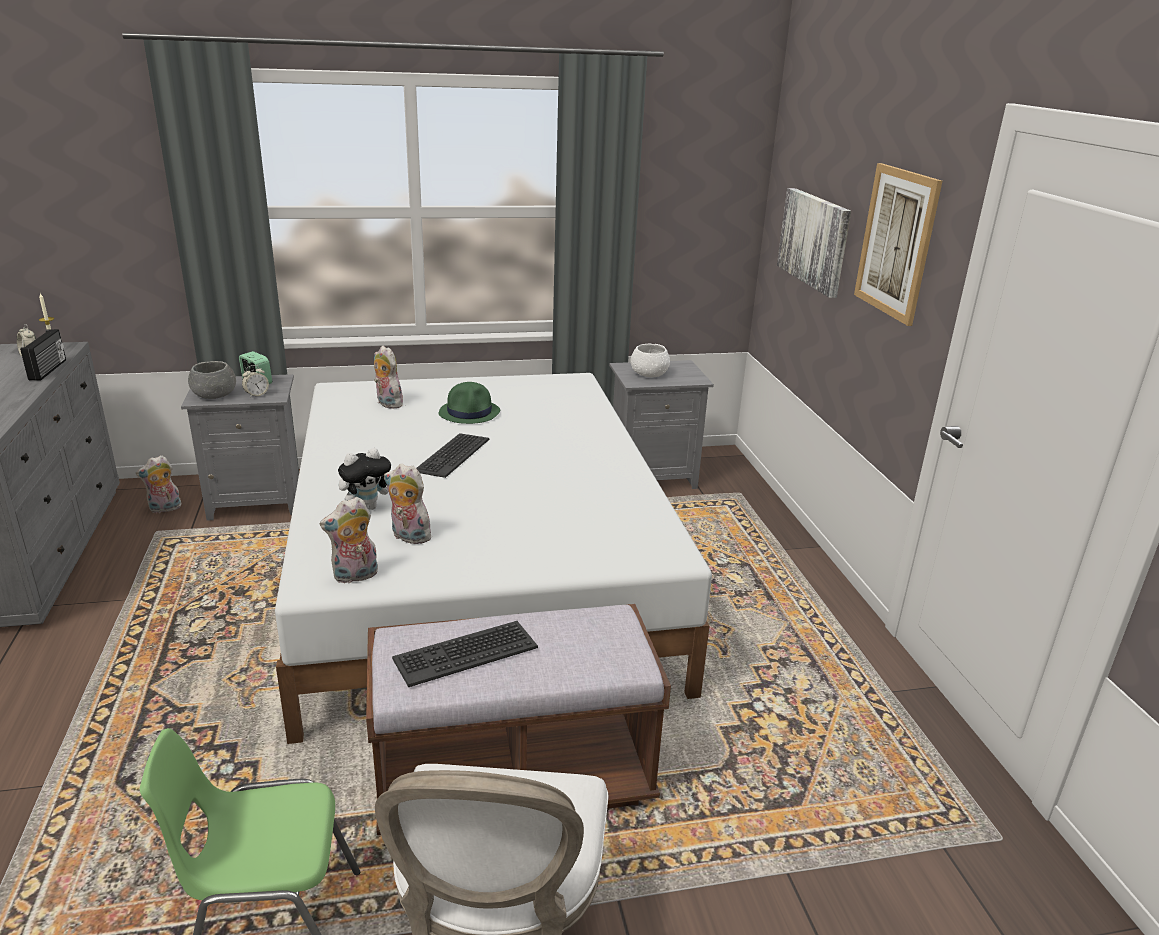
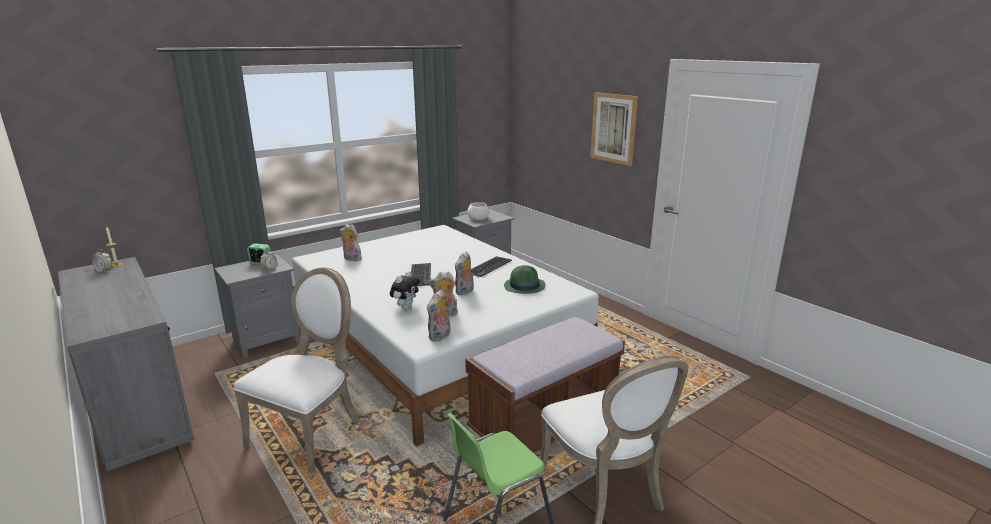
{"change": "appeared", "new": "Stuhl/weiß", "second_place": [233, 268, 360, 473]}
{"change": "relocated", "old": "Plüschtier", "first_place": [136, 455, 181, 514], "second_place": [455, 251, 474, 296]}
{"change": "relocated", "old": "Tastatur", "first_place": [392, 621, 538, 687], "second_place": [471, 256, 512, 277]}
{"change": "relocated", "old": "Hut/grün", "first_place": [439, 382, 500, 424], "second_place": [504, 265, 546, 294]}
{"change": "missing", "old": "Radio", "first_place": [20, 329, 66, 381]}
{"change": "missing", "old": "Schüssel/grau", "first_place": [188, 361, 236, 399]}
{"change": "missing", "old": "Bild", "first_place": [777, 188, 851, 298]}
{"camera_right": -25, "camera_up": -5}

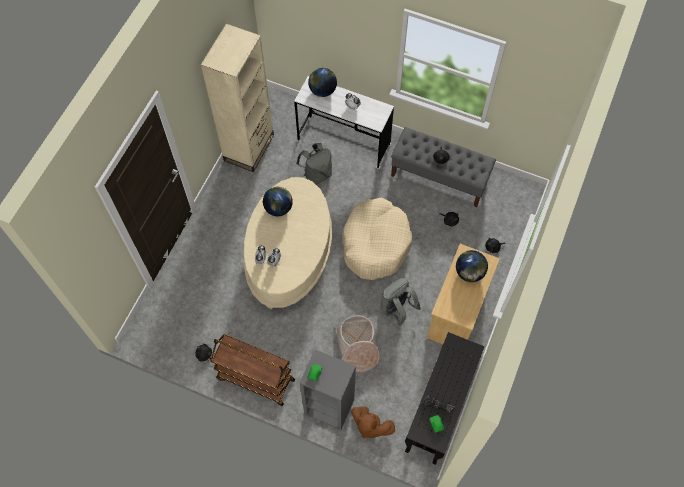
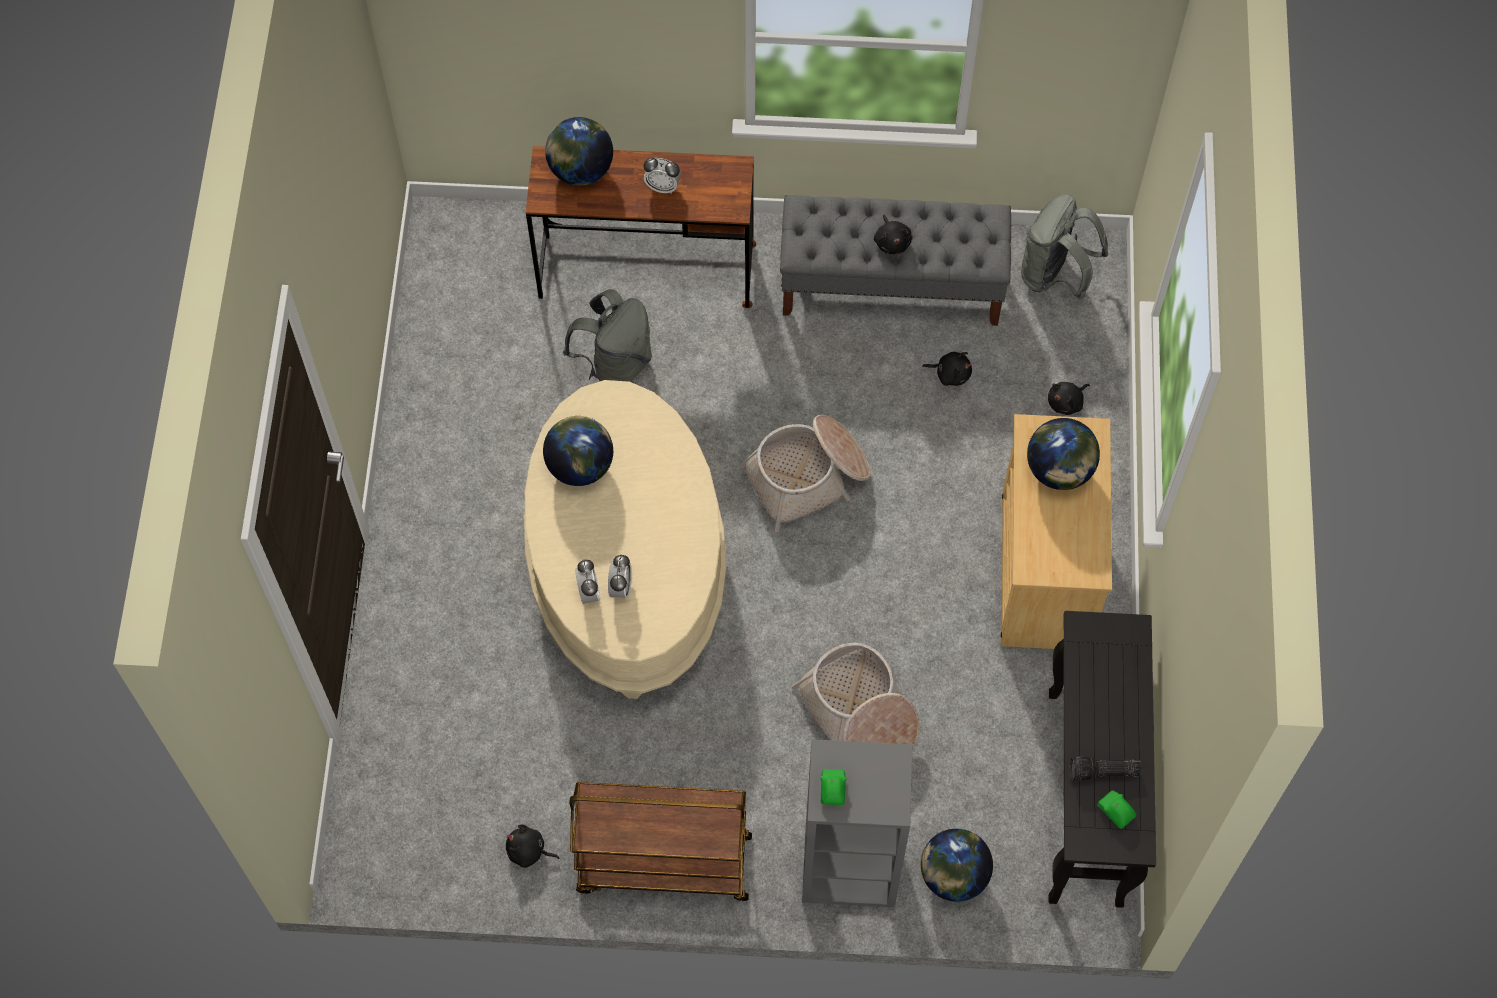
{"change": "colour", "old": "Schreibtisch/weiß", "new": "Schreibtisch/braun", "first_place": [294, 76, 394, 169], "second_place": [525, 146, 756, 308]}
{"change": "exchanged", "old": "Hundebett/beige", "new": "Korb", "first_place": [342, 198, 413, 280], "second_place": [739, 415, 871, 532]}
{"change": "exchanged", "old": "Plüschtier/braun", "new": "Globus", "first_place": [351, 406, 395, 438], "second_place": [921, 829, 993, 902]}
{"change": "relocated", "old": "Rucksack/grau", "first_place": [380, 278, 421, 326], "second_place": [1021, 194, 1108, 299]}
{"change": "missing", "old": "Bücherregal/beige", "first_place": [201, 24, 274, 172]}
{"camera_right": -20, "camera_up": 0}

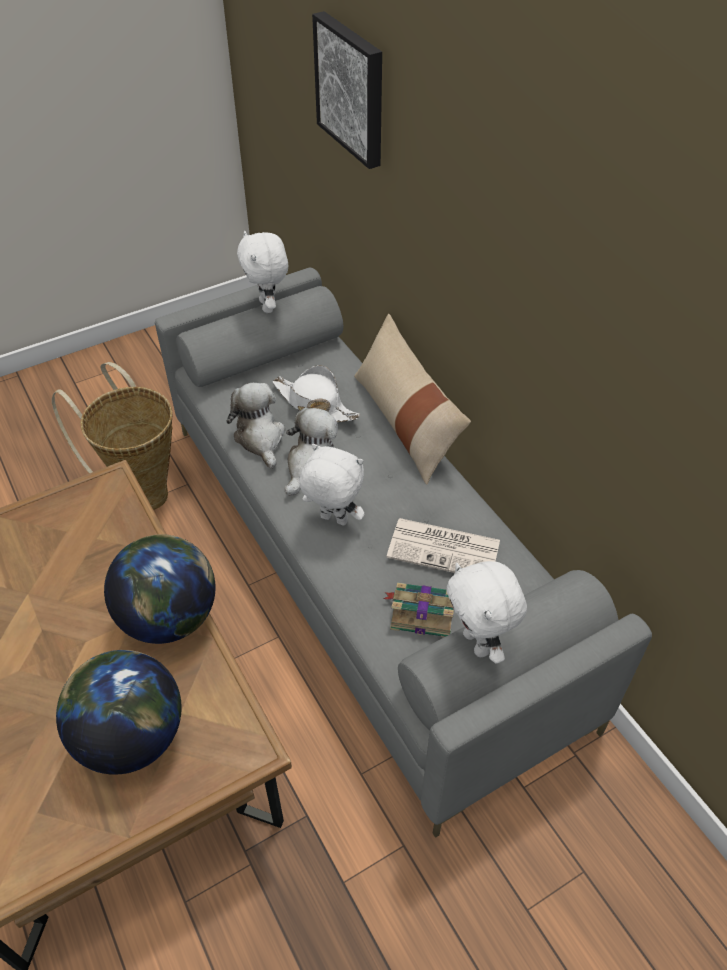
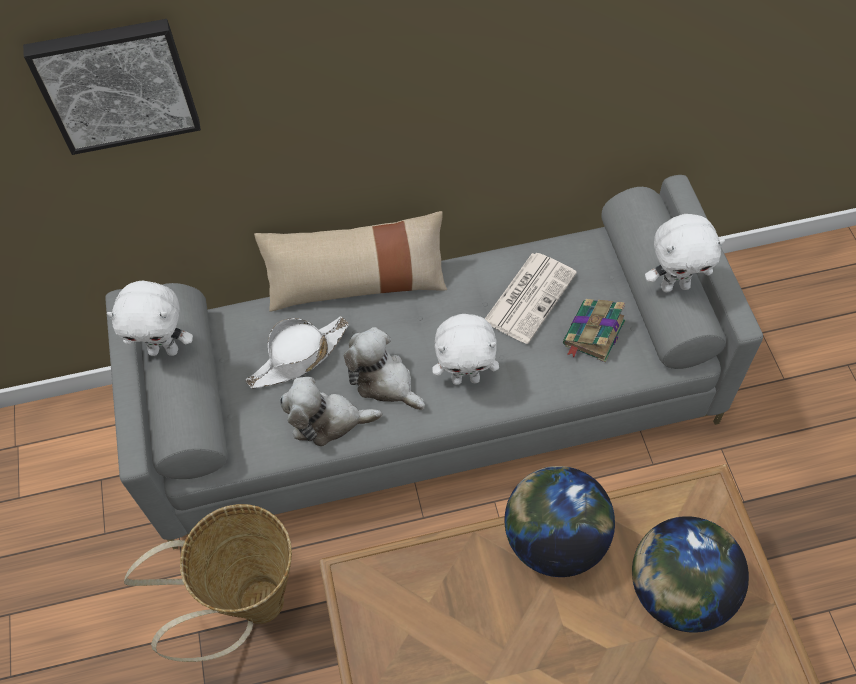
{"change": "spun", "old": "Plüschtier/weiß", "first_place": [299, 444, 364, 526], "second_place": [432, 314, 499, 385], "degrees": -135}
{"camera_right": -70, "camera_up": 10}

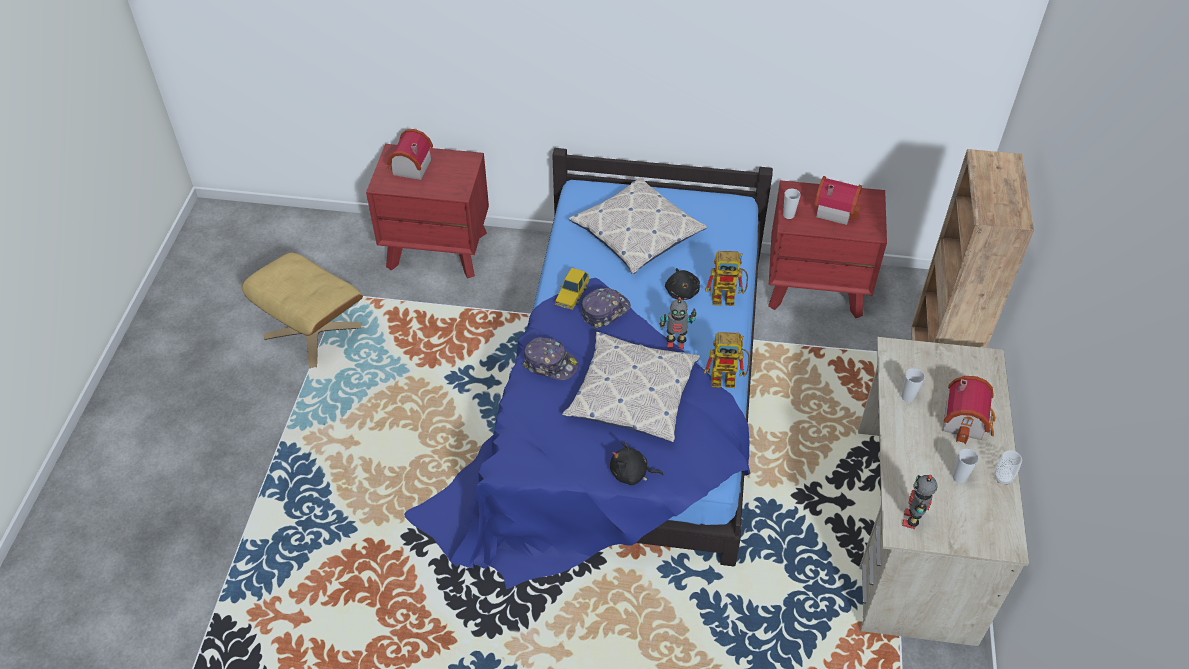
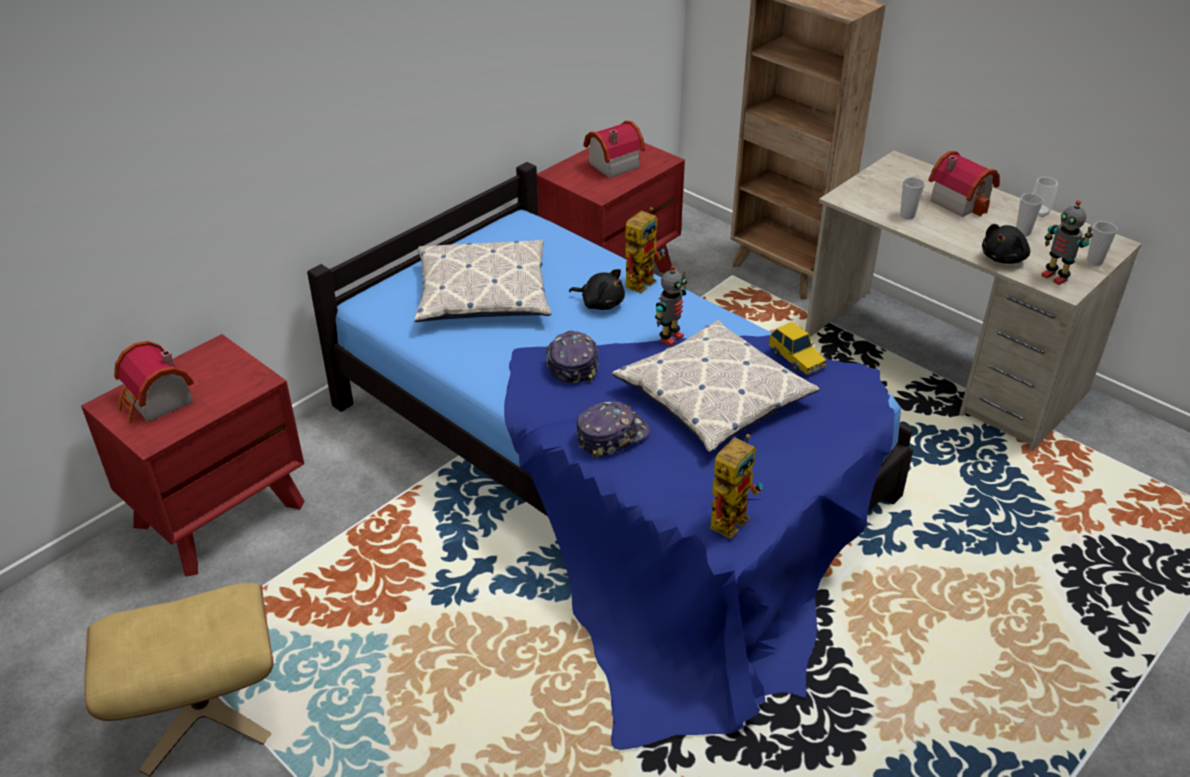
{"change": "relocated", "old": "Spielzeugroboter", "first_place": [704, 332, 750, 388], "second_place": [710, 434, 763, 539]}
{"change": "relocated", "old": "Spielzeugauto", "first_place": [555, 268, 589, 310], "second_place": [768, 322, 827, 375]}
{"change": "relocated", "old": "Plüschtier/schwarz", "first_place": [610, 442, 664, 485], "second_place": [982, 224, 1030, 264]}
{"change": "relocated", "old": "Tasse", "first_place": [783, 189, 801, 219], "second_place": [1087, 221, 1117, 266]}
{"camera_right": -55, "camera_up": -10}

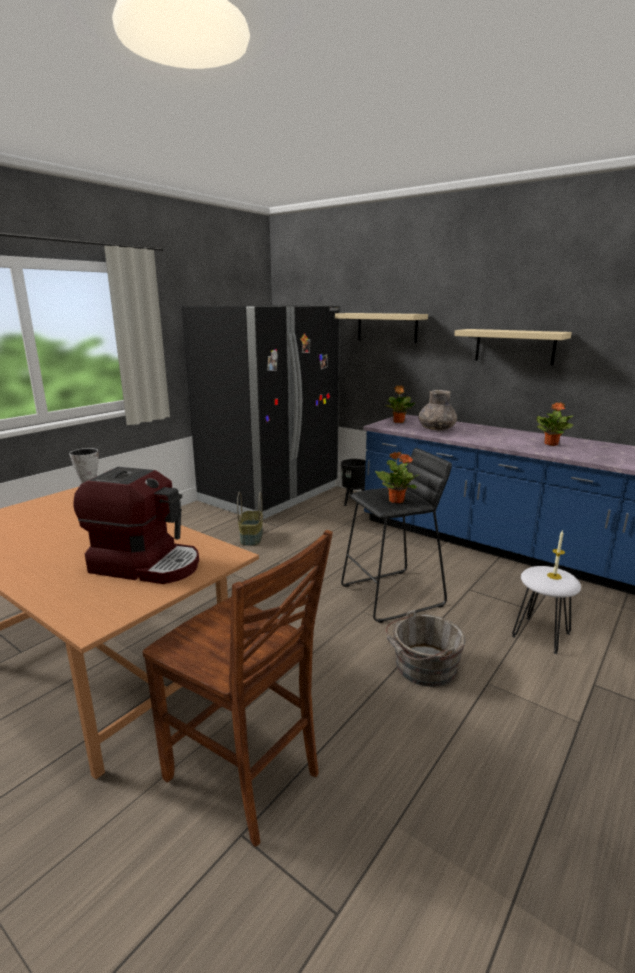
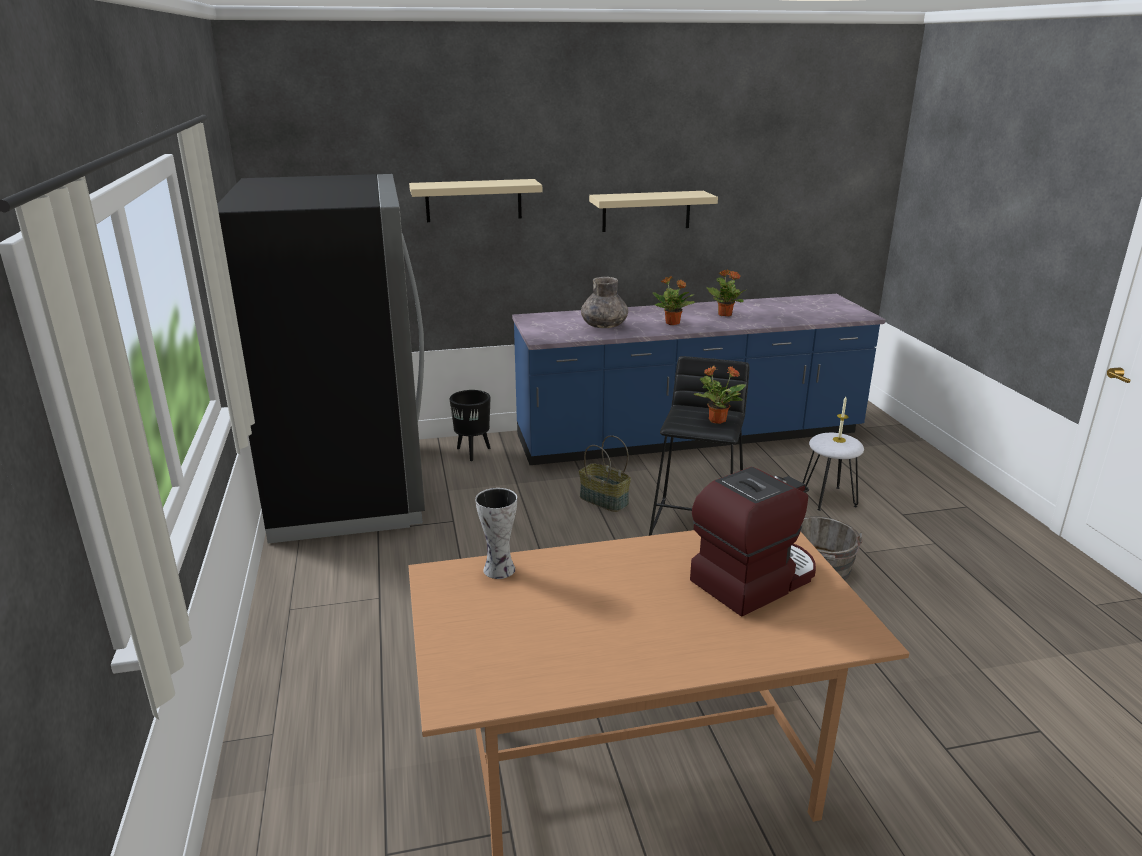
{"change": "relocated", "old": "Korb", "first_place": [237, 492, 263, 546], "second_place": [579, 435, 631, 512]}
{"change": "relocated", "old": "Topfpflanze", "first_place": [385, 385, 415, 423], "second_place": [653, 276, 695, 325]}
{"change": "missing", "old": "Stuhl/braun", "first_place": [143, 530, 333, 847]}
{"camera_right": -50, "camera_up": 5}

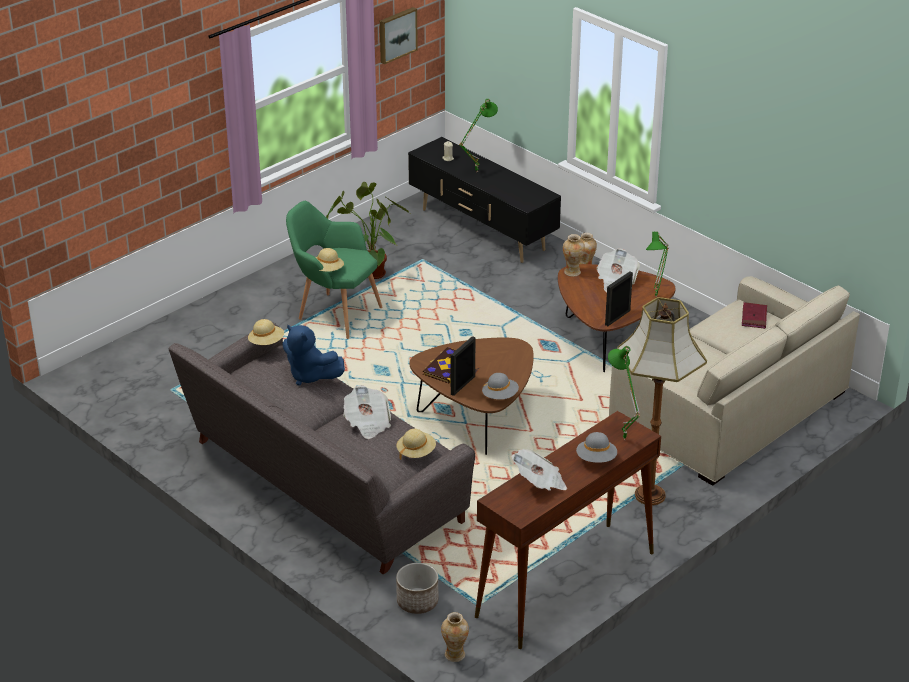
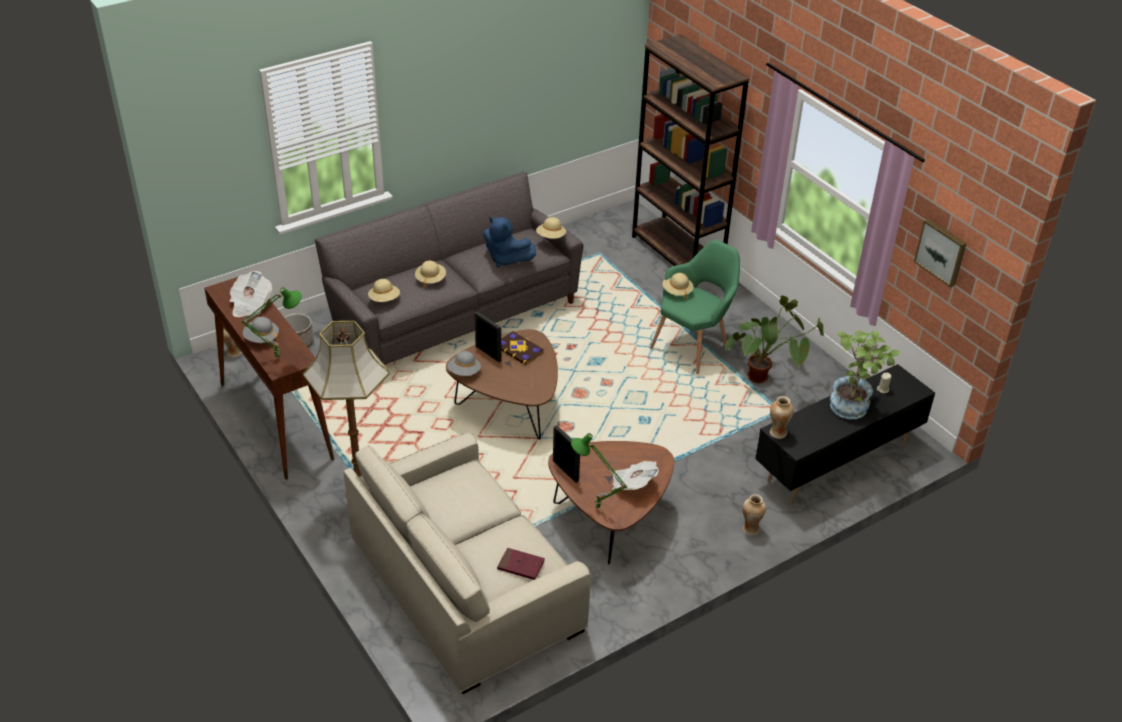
{"change": "exchanged", "old": "Zeitung", "new": "Hut/beige", "first_place": [344, 385, 391, 439], "second_place": [415, 261, 446, 288]}
{"change": "spun", "old": "Plüschtier/blau", "first_place": [283, 325, 345, 386], "second_place": [483, 217, 536, 267], "degrees": -105}
{"change": "appeared", "new": "Bücherregal/braun", "second_place": [632, 34, 750, 266]}
{"change": "relocated", "old": "Vase", "first_place": [563, 234, 585, 277], "second_place": [770, 396, 794, 439]}
{"change": "exchanged", "old": "Tischlampe/grün", "new": "Topfpflanze", "first_place": [459, 99, 498, 172], "second_place": [830, 330, 900, 419]}
{"camera_right": 100, "camera_up": 5}

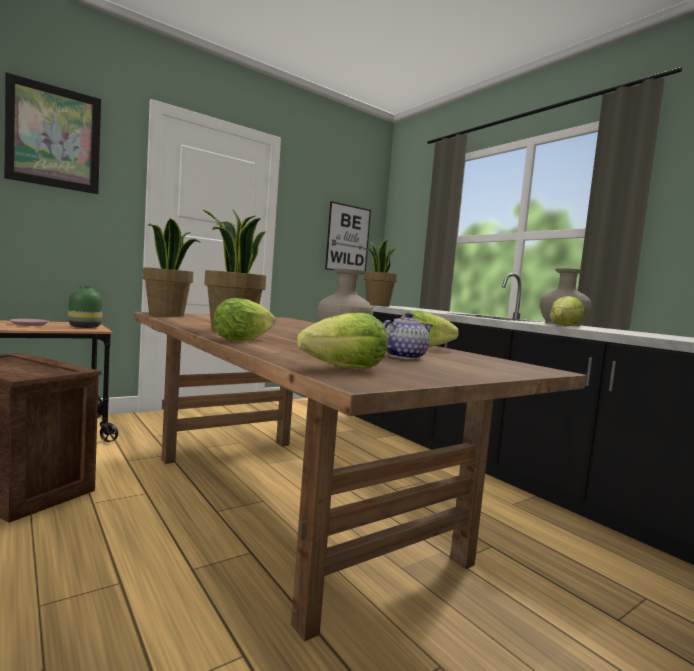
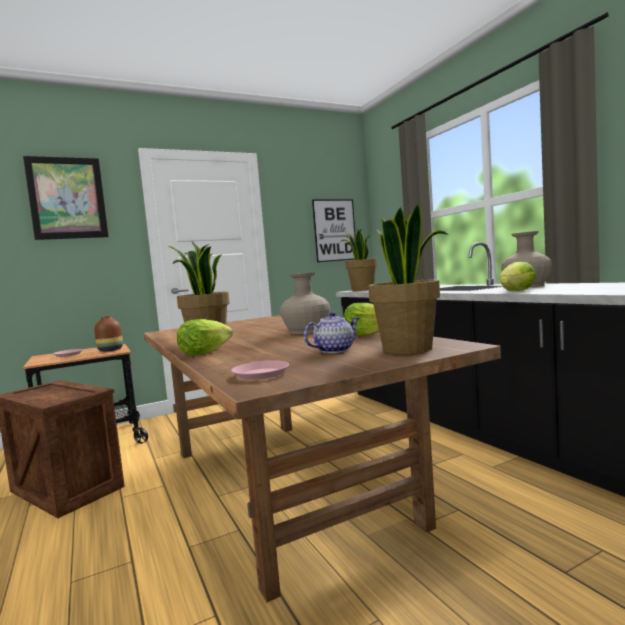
{"change": "colour", "old": "Vase/grün", "new": "Vase/braun", "first_place": [68, 285, 102, 328], "second_place": [94, 316, 123, 352]}
{"change": "exchanged", "old": "Salatkopf", "new": "Teller/rosa", "first_place": [297, 313, 388, 369], "second_place": [231, 360, 289, 380]}
{"change": "relocated", "old": "Topfpflanze", "first_place": [143, 218, 201, 317], "second_place": [368, 205, 449, 354]}
{"camera_right": 10, "camera_up": 0}

